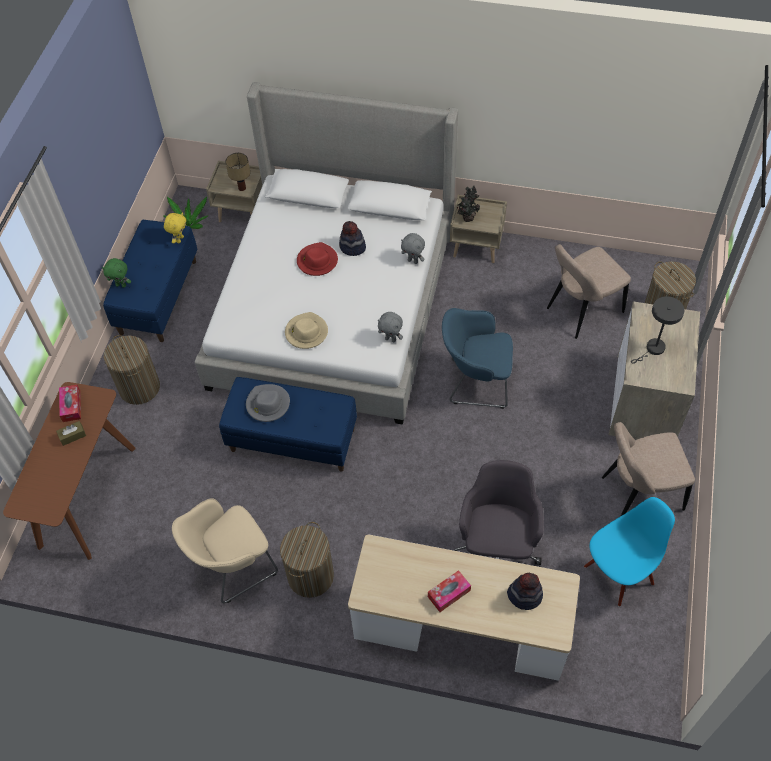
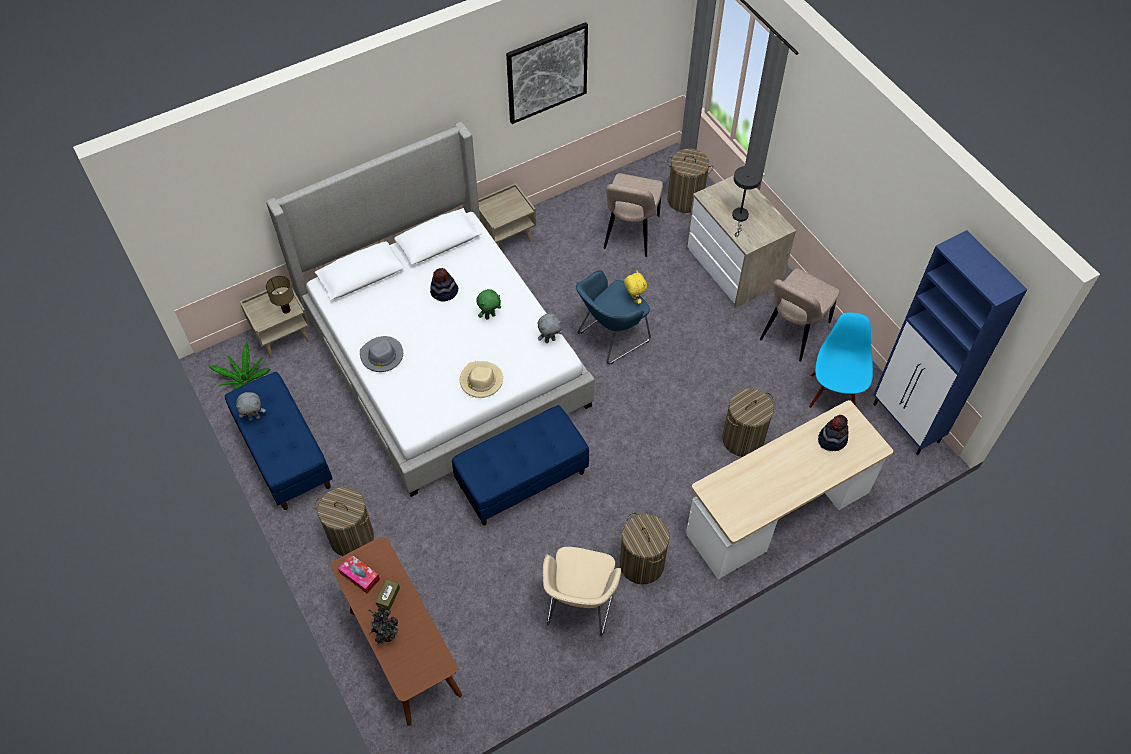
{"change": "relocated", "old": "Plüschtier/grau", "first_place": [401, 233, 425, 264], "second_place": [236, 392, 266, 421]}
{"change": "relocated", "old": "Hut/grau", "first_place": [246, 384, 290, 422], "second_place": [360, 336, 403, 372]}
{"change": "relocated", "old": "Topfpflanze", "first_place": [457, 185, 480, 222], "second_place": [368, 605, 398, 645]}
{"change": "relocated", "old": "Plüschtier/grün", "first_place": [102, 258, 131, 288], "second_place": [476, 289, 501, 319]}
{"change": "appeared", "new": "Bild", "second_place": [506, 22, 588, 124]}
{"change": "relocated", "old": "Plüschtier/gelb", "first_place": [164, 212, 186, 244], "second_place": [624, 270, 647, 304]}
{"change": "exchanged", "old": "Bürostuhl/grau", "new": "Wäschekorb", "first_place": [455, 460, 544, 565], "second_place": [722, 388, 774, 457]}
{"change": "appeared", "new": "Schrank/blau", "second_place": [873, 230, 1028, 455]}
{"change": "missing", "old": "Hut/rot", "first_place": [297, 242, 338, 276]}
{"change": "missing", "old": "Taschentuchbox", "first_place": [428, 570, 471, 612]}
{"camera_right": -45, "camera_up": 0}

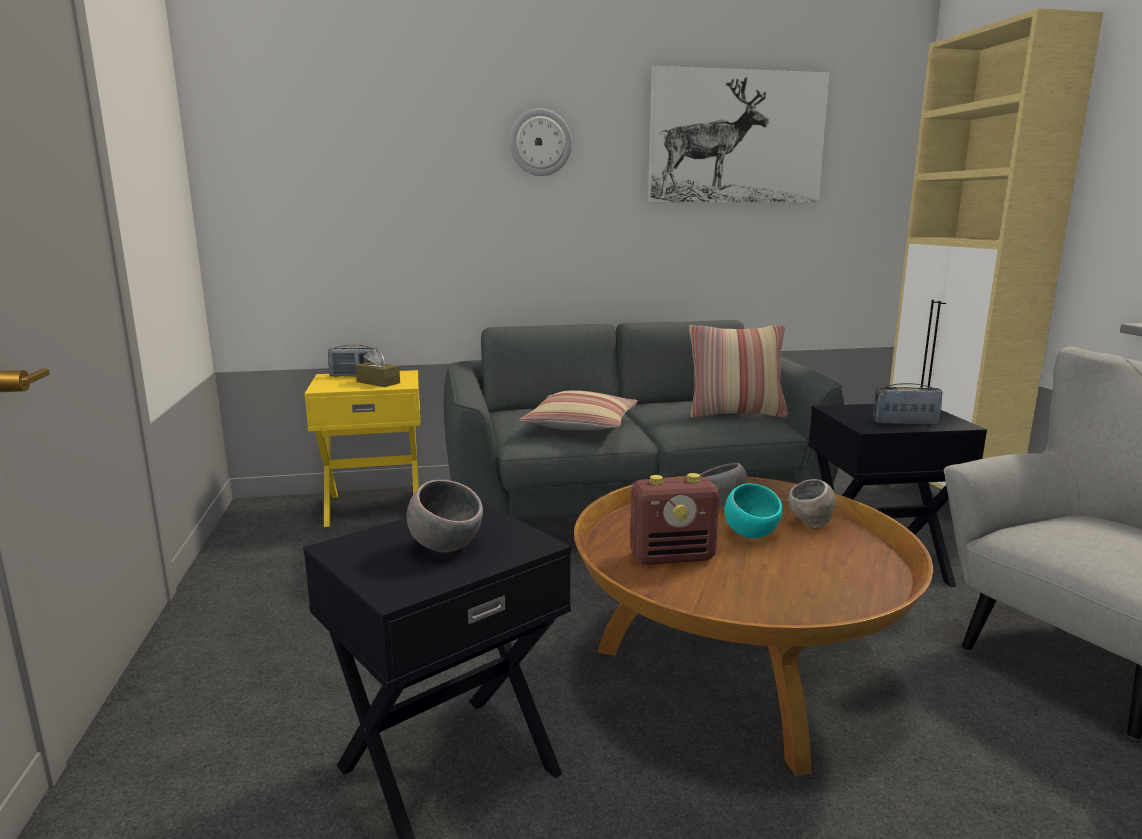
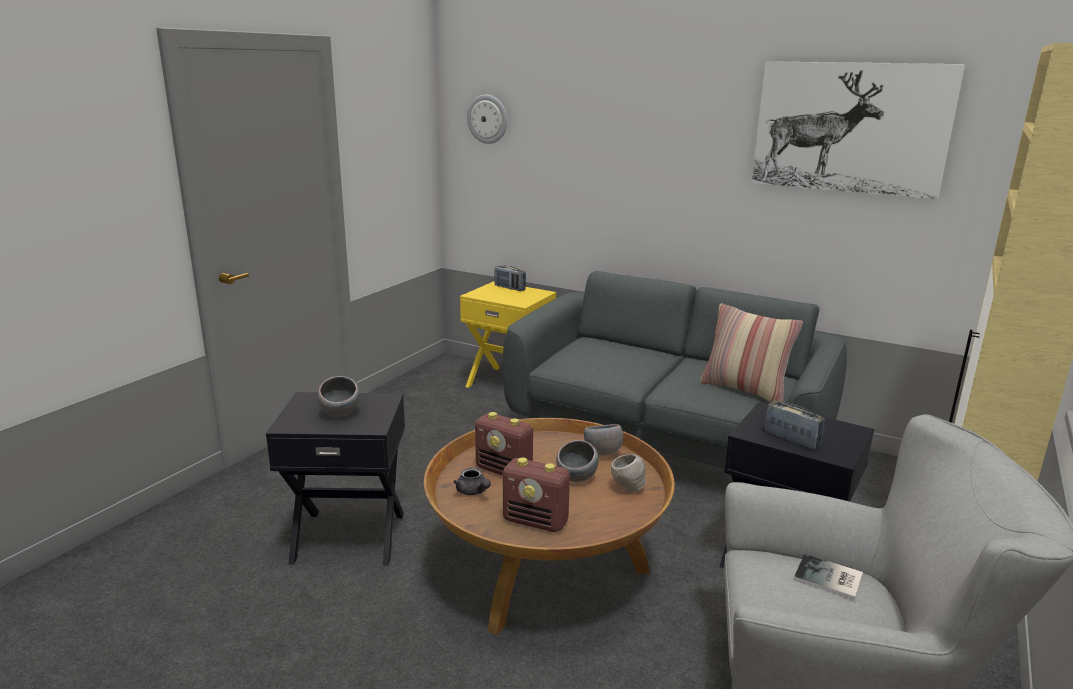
{"change": "appeared", "new": "Teekanne/grau", "second_place": [453, 468, 491, 495]}
{"change": "relocated", "old": "Wanduhr", "first_place": [509, 108, 572, 176], "second_place": [467, 95, 507, 144]}
{"change": "appeared", "new": "Radio", "second_place": [503, 458, 570, 532]}
{"change": "colour", "old": "Schüssel/türkis", "new": "Schüssel/grau", "first_place": [725, 483, 783, 538], "second_place": [556, 440, 599, 482]}
{"change": "appeared", "new": "Buch", "second_place": [794, 554, 863, 600]}
{"change": "missing", "old": "Taschentuchbox/braun", "first_place": [355, 349, 400, 387]}
{"change": "missing", "old": "Kissen", "first_place": [520, 390, 638, 430]}
{"camera_right": 40, "camera_up": 5}

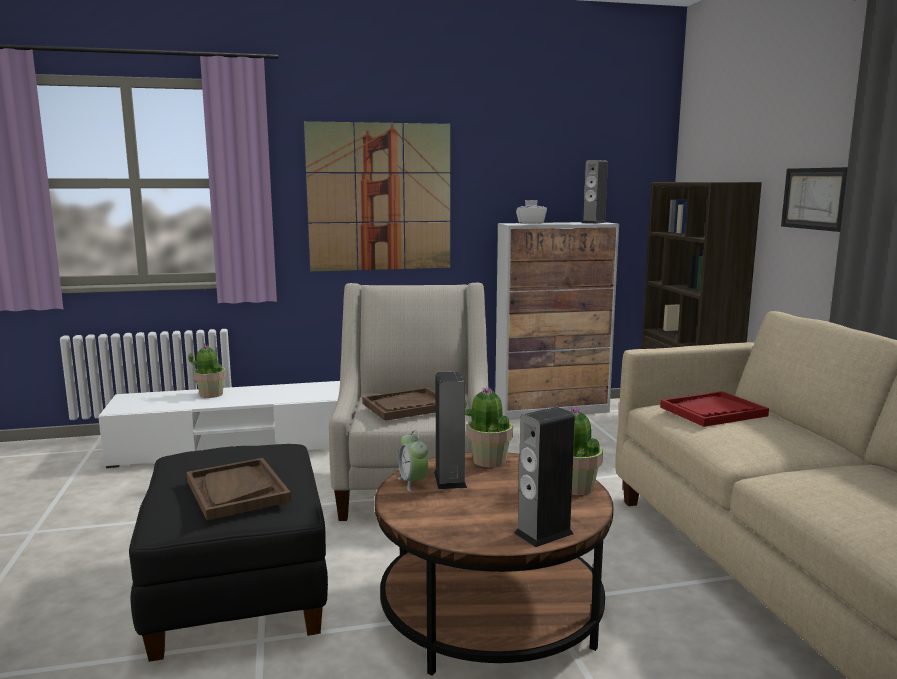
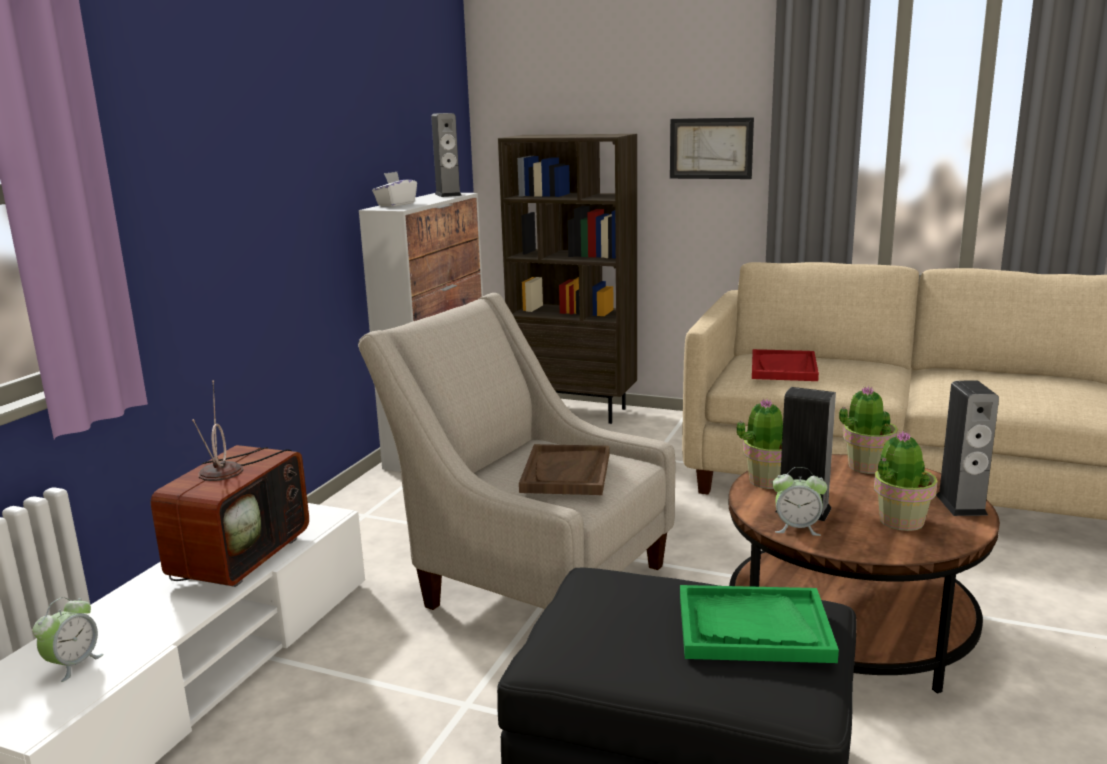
{"change": "appeared", "new": "Wecker", "second_place": [33, 597, 104, 682]}
{"change": "appeared", "new": "Fernseher", "second_place": [151, 380, 309, 587]}
{"change": "colour", "old": "Tablett/braun", "new": "Tablett/grün", "first_place": [186, 458, 291, 520], "second_place": [680, 585, 839, 663]}
{"change": "relocated", "old": "Topfpflanze", "first_place": [188, 345, 226, 398], "second_place": [874, 431, 938, 531]}
{"change": "missing", "old": "Bild", "first_place": [304, 121, 450, 271]}
{"camera_right": -55, "camera_up": 5}

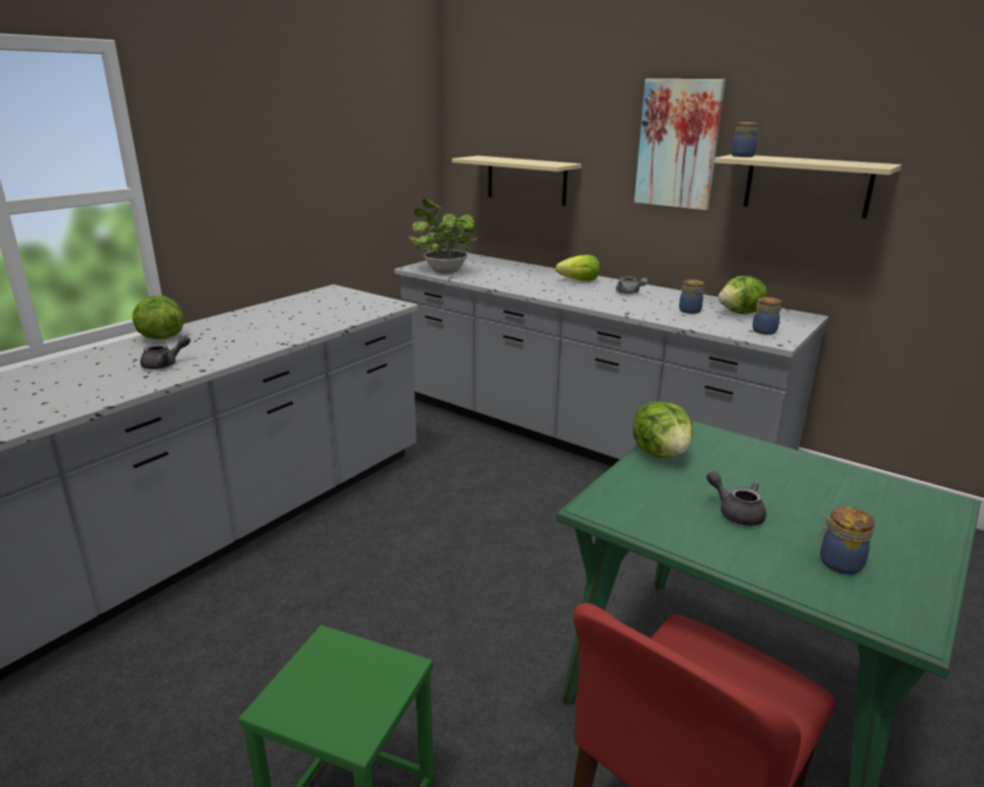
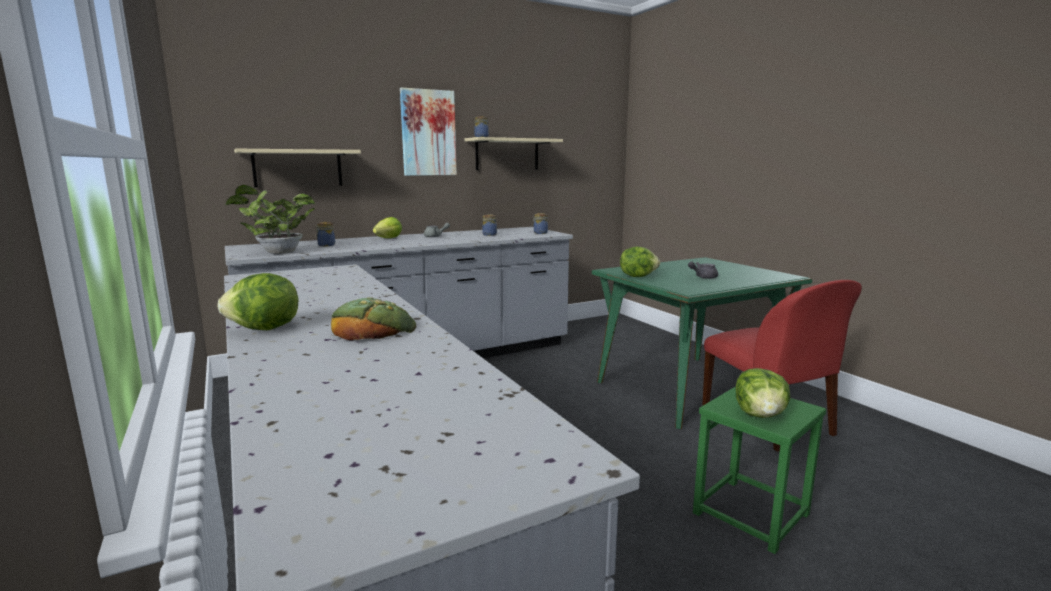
{"change": "relocated", "old": "Vorratsglas", "first_place": [818, 507, 875, 575], "second_place": [315, 222, 335, 246]}
{"change": "exchanged", "old": "Teekanne/grau", "new": "Brot", "first_place": [140, 335, 191, 369], "second_place": [331, 297, 416, 340]}
{"change": "relocated", "old": "Salatkopf", "first_place": [718, 276, 767, 314], "second_place": [736, 368, 790, 418]}
{"camera_right": -65, "camera_up": -10}

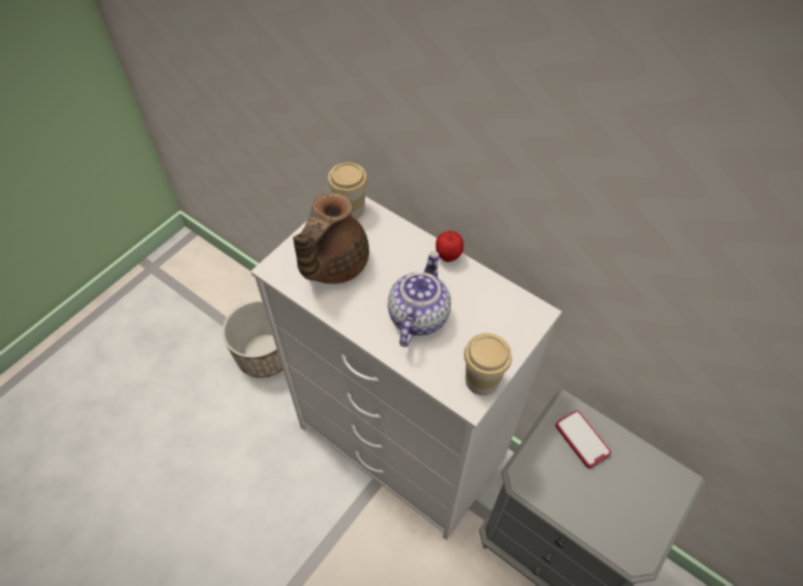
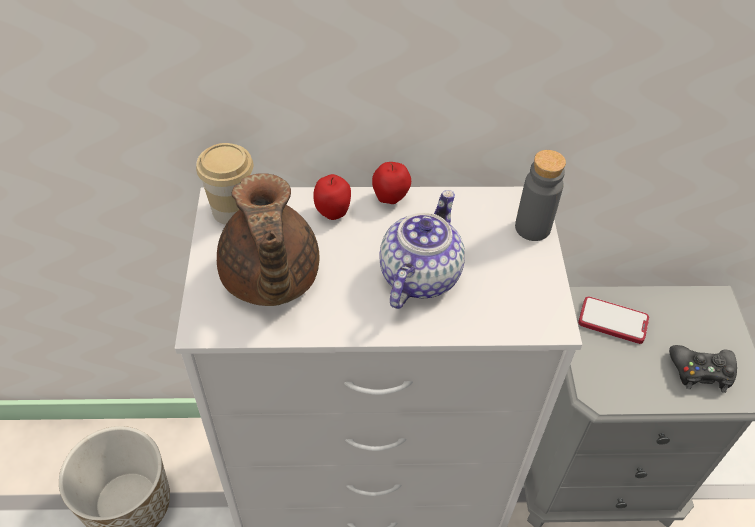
{"change": "appeared", "new": "Apfel", "second_place": [313, 174, 351, 220]}
{"change": "spun", "old": "Teekanne", "first_place": [388, 251, 451, 347], "second_place": [379, 190, 465, 309], "degrees": 45}
{"change": "appeared", "new": "Flasche/grau", "second_place": [515, 150, 566, 241]}
{"change": "appeared", "new": "Gamepad/schwarz", "second_place": [669, 345, 737, 393]}
{"change": "missing", "old": "Tasse", "first_place": [464, 333, 512, 396]}
{"camera_right": -40, "camera_up": -5}

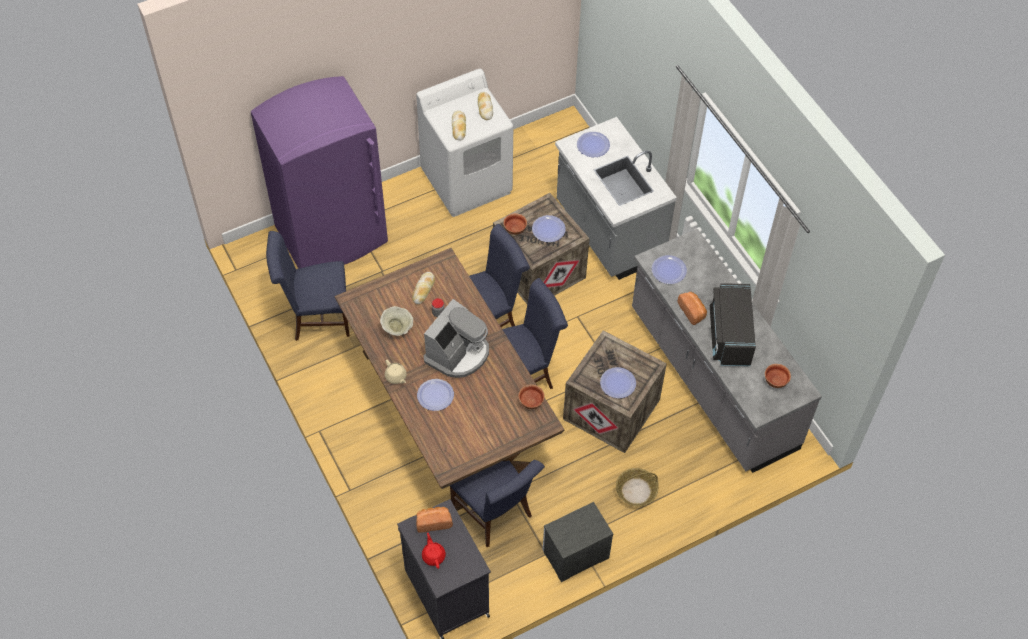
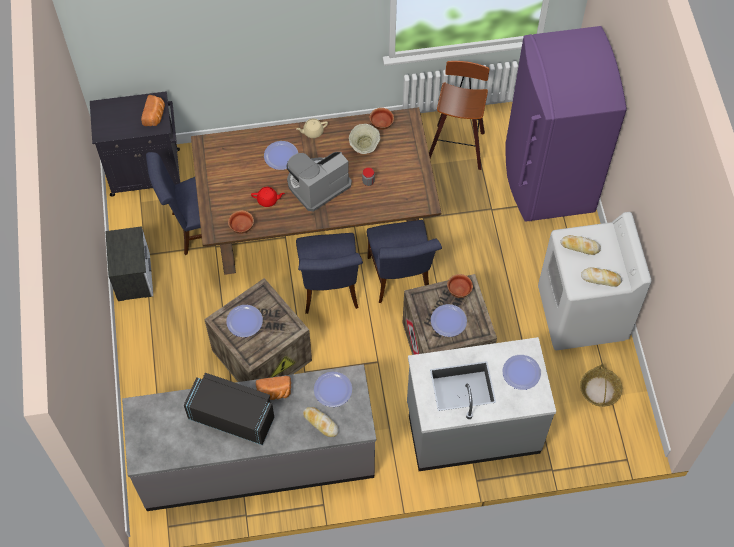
{"change": "relocated", "old": "Teekanne/rot", "first_place": [422, 533, 446, 569], "second_place": [251, 187, 285, 207]}
{"change": "spun", "old": "Kaffeemaschine", "first_place": [423, 299, 489, 378], "second_place": [287, 152, 352, 212], "degrees": 90}
{"change": "relocated", "old": "Brot", "first_place": [412, 272, 435, 304], "second_place": [303, 407, 339, 437]}
{"change": "relocated", "old": "Schüssel", "first_place": [765, 364, 791, 388], "second_place": [370, 108, 394, 130]}
{"change": "exchanged", "old": "Stuhl/blau", "new": "Hocker", "first_place": [266, 231, 350, 341], "second_place": [429, 61, 489, 170]}
{"change": "relocated", "old": "Korb", "first_place": [616, 468, 659, 507], "second_place": [580, 364, 622, 407]}
{"camera_right": 110, "camera_up": 5}

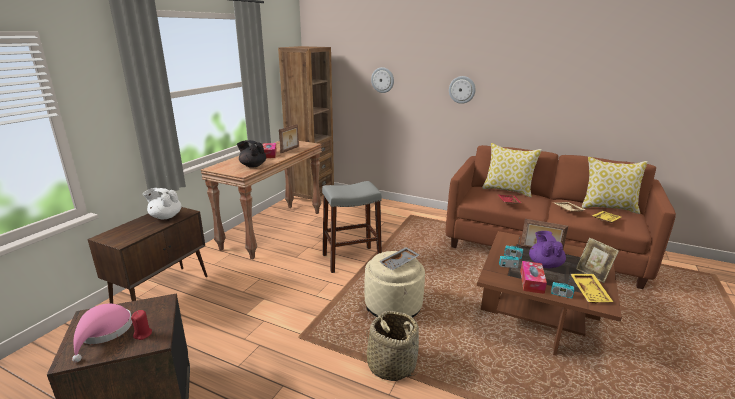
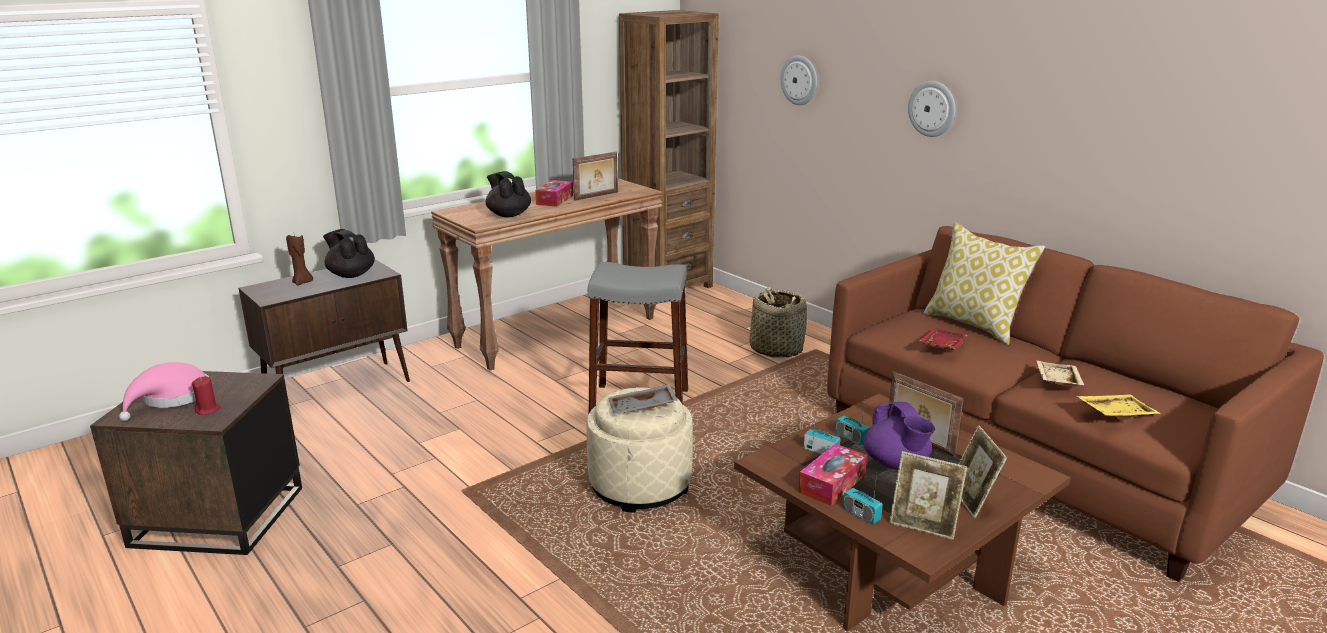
{"change": "appeared", "new": "Kerze/braun", "second_place": [286, 235, 313, 285]}
{"change": "colour", "old": "Teekanne/weiß", "new": "Teekanne/schwarz", "first_place": [143, 188, 182, 219], "second_place": [323, 229, 375, 278]}
{"change": "relocated", "old": "Korb", "first_place": [367, 311, 419, 381], "second_place": [749, 287, 807, 358]}
{"change": "spun", "old": "Teekanne/lila", "first_place": [529, 231, 566, 268], "second_place": [863, 402, 935, 470], "degrees": 135}
{"change": "exchanged", "old": "Tablett/gelb", "new": "Bilderrahmen", "first_place": [571, 274, 613, 303], "second_place": [889, 451, 967, 540]}
{"change": "missing", "old": "Kissen", "first_place": [582, 157, 648, 214]}
{"camera_right": 25, "camera_up": 0}

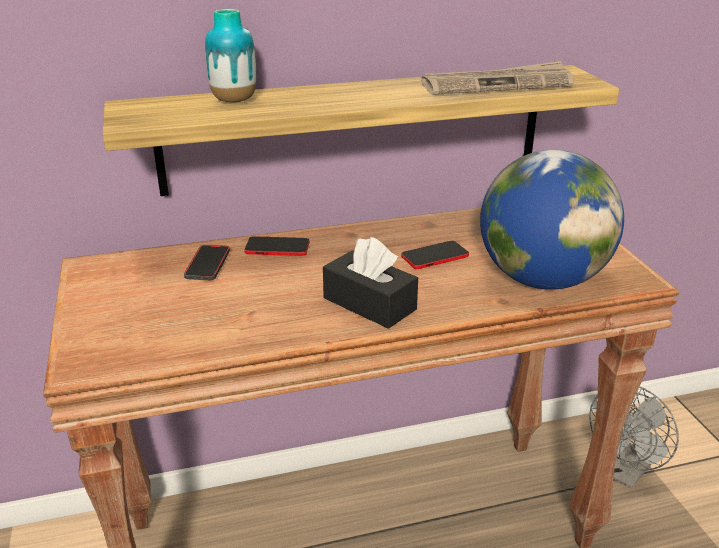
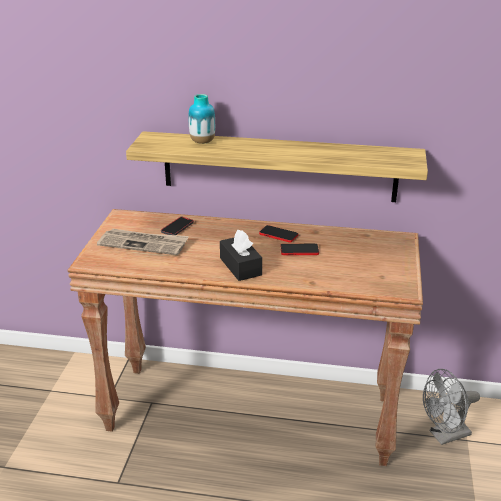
{"change": "relocated", "old": "Zeitung", "first_place": [421, 61, 574, 95], "second_place": [97, 228, 189, 255]}
{"change": "relocated", "old": "Handy", "first_place": [244, 236, 309, 256], "second_place": [259, 225, 298, 242]}
{"change": "missing", "old": "Globus", "first_place": [480, 150, 624, 290]}
{"camera_right": 25, "camera_up": 0}

